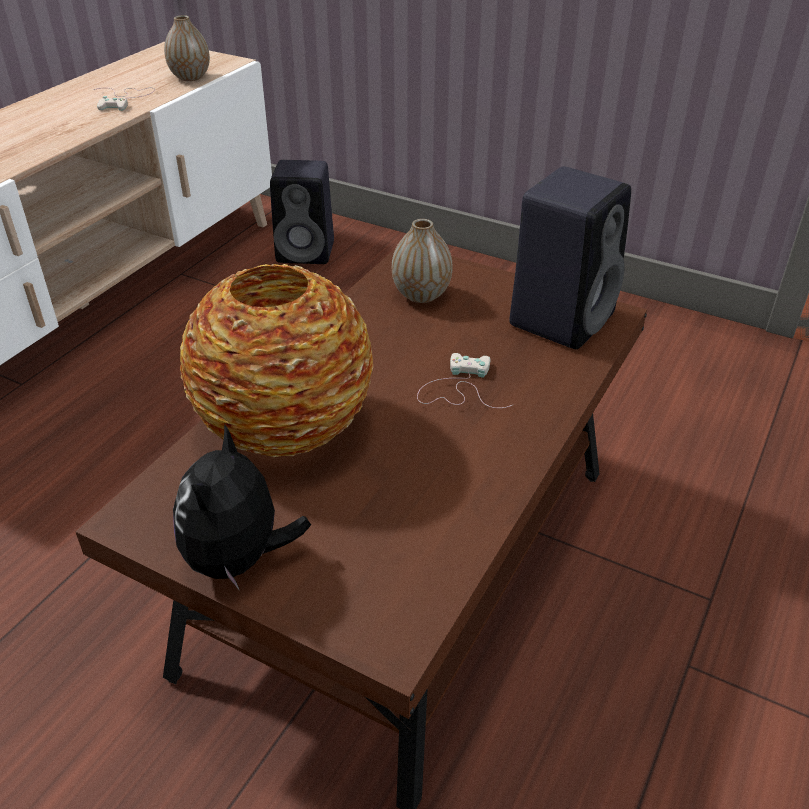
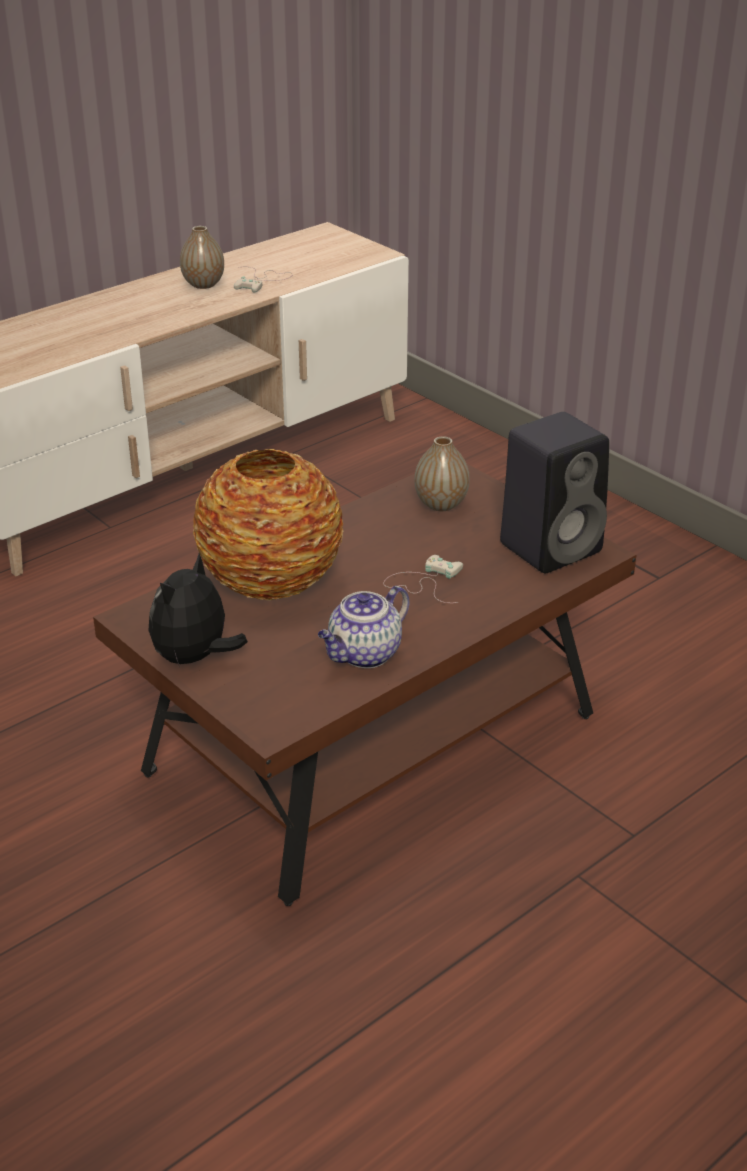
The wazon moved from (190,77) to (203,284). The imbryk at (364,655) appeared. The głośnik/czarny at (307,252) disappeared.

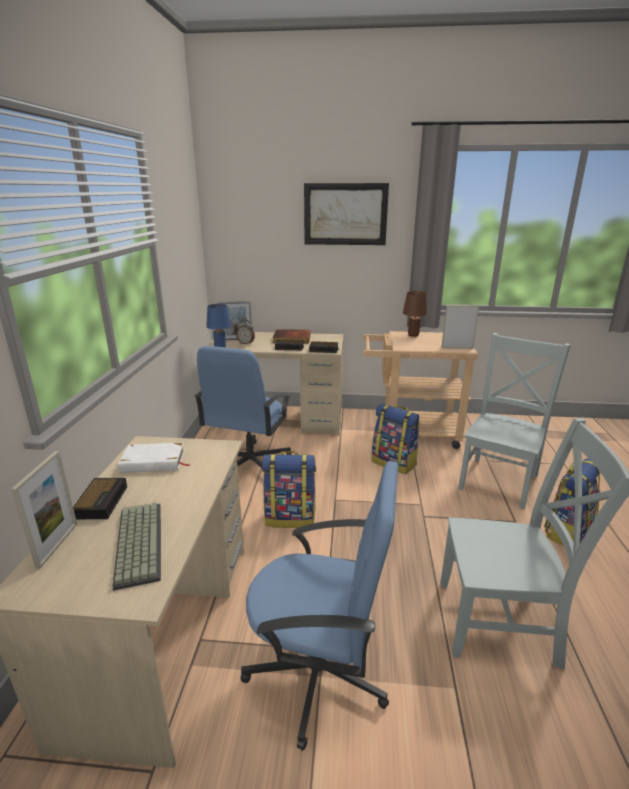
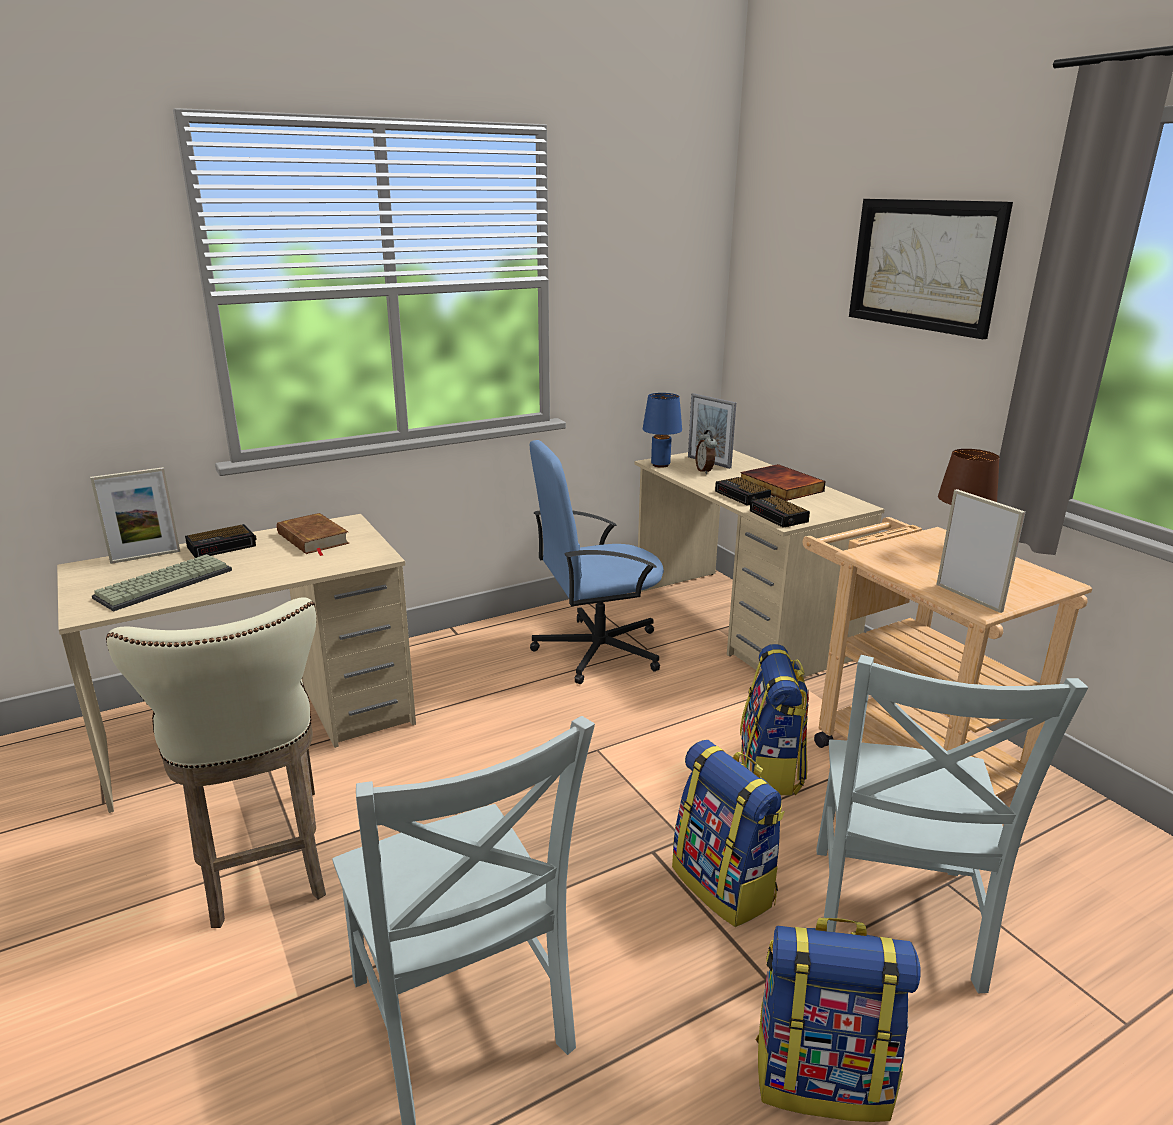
The krzesło biurowe/niebieski at (319,673) was replaced by the stołek/beżowy at (261,861). The książka/biały at (153,462) became the książka/brązowy at (312,539). The plecak moved from (290,517) to (725,885). The krzesło/szary at (499,480) turned 105 degrees clockwise.

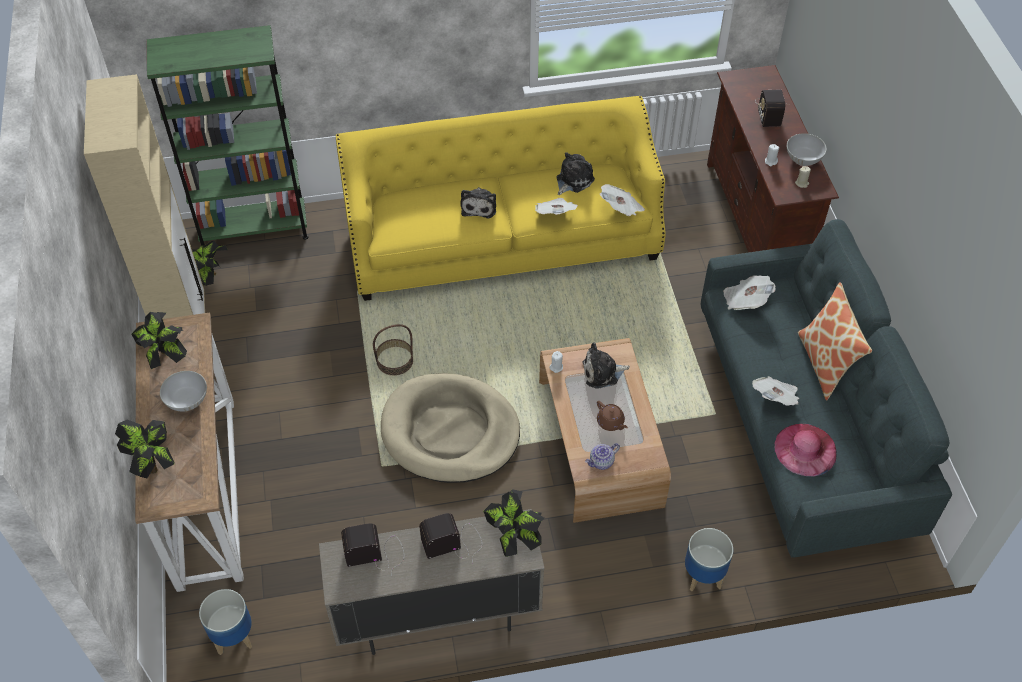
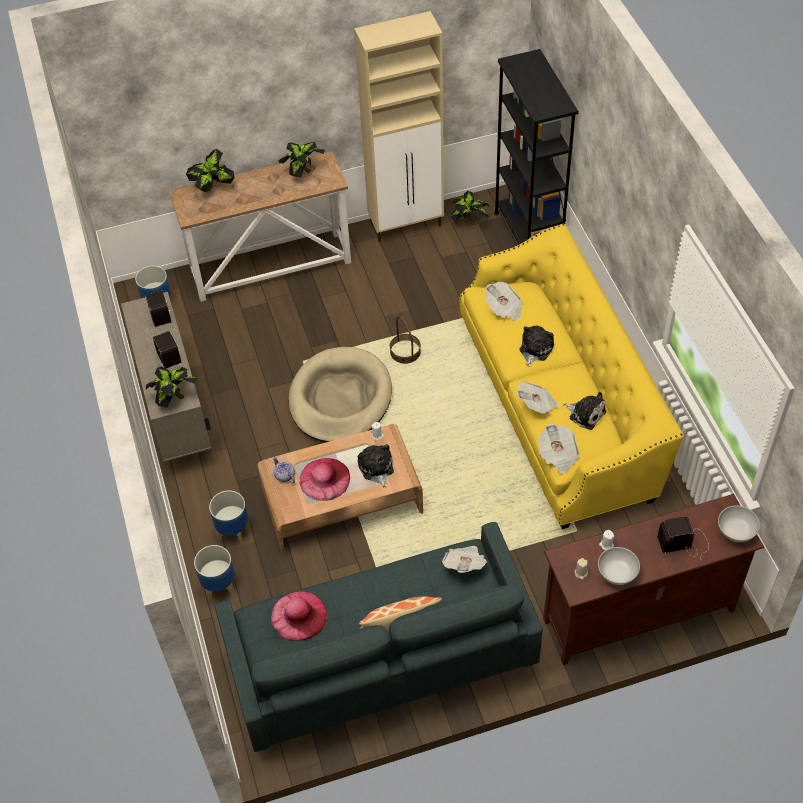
The donica at (234,531) appeared. The imbryk/brązowy at (610,422) was replaced by the kapelusz/różowy at (324,479). The gazeta moved from (775,398) to (504,309). The regał/zielony at (254,229) became the regał/czarny at (527,237). The pluszak at (479,206) turned 120 degrees clockwise. The miska/biały moved from (187,400) to (736,532).

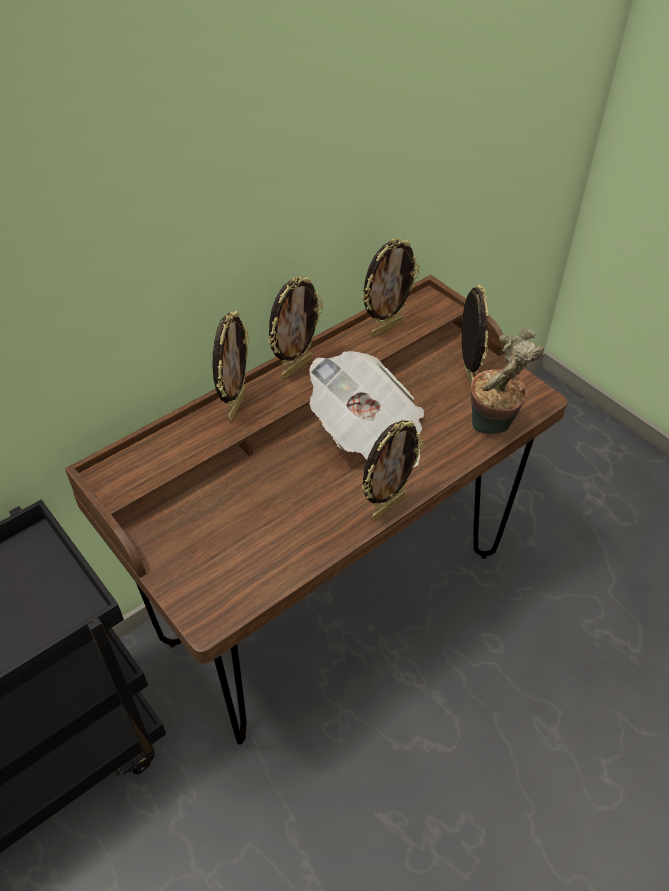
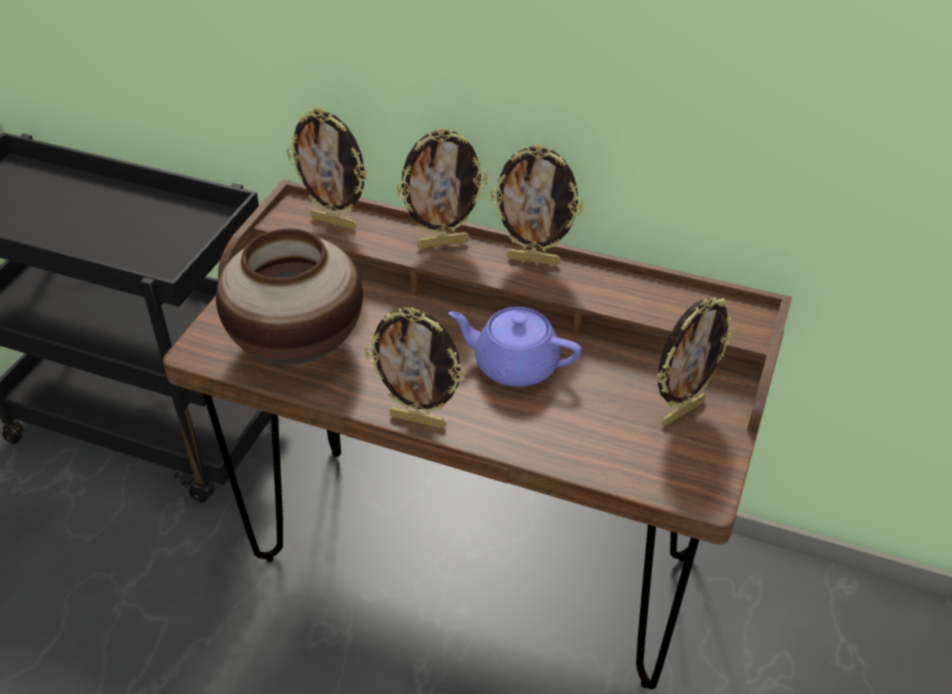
The wazon at (298,346) appeared. The ramka na zdjęcie moved from (386,328) to (335,222). The gazeta at (369,433) was replaced by the imbryk/fioletowy at (514,365). The roślina doniczkowa at (493,427) disappeared.

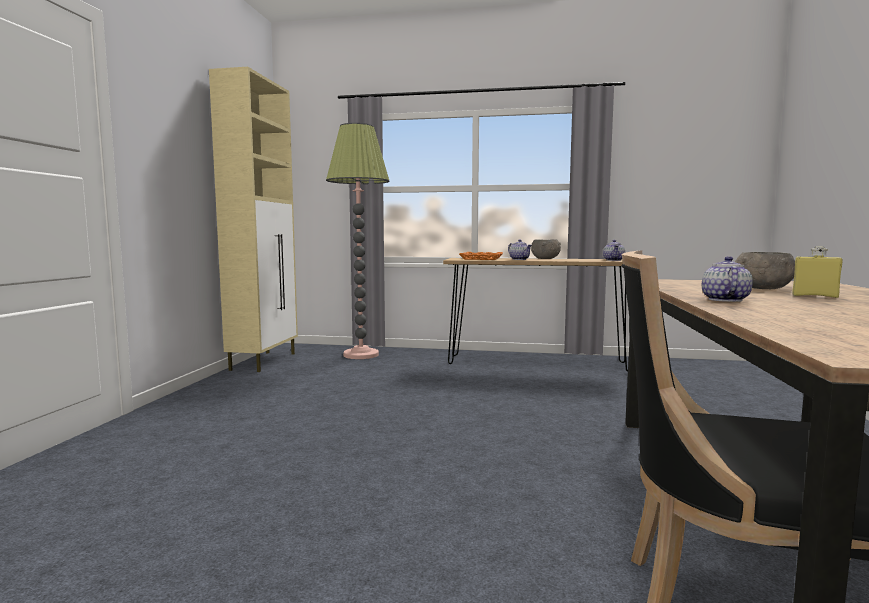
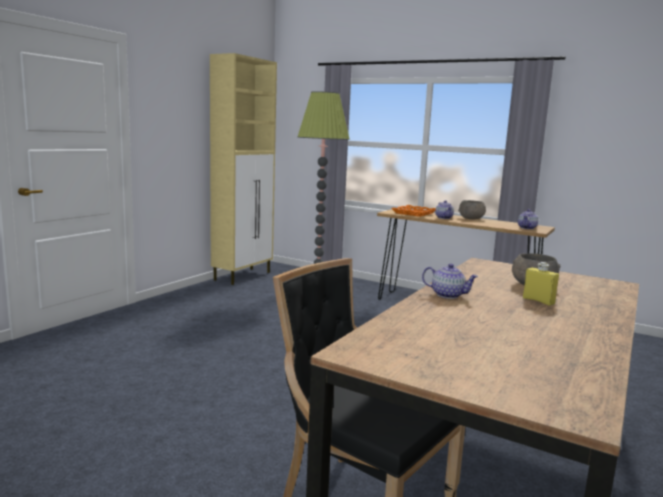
The imbryk at (724,300) turned 75 degrees clockwise.

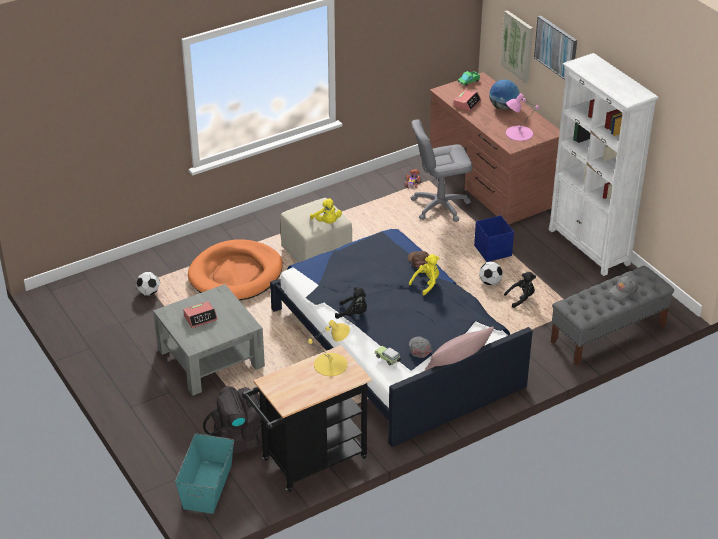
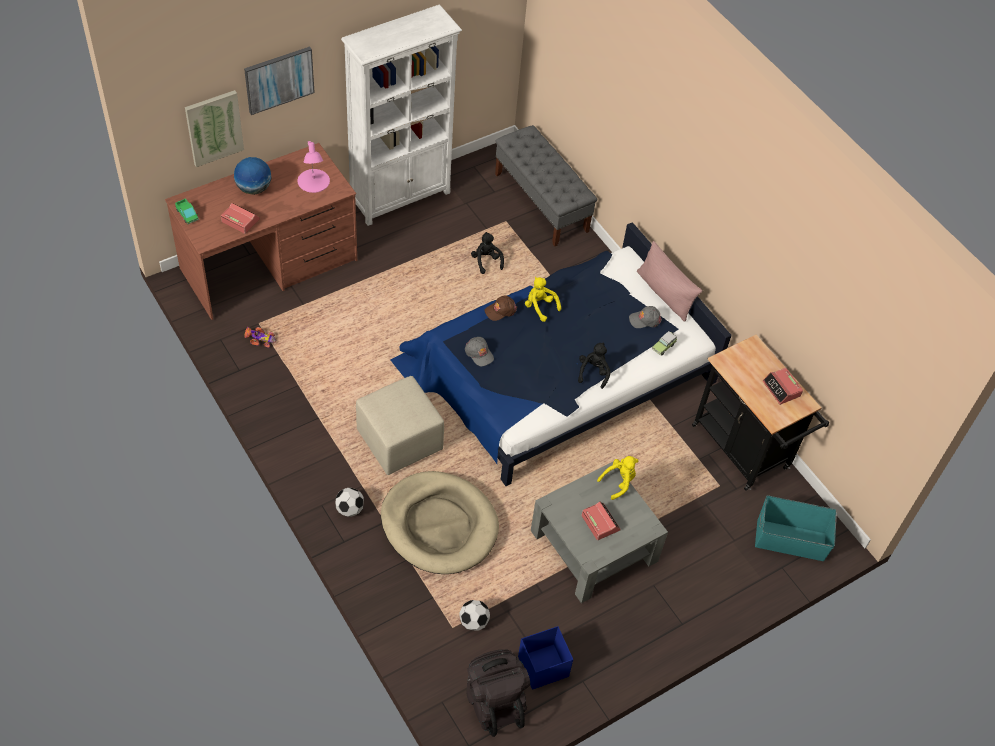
The piłka futbolowa moved from (490,282) to (350,509). The legowisko/pomarańczowy at (236,274) became the legowisko/beżowy at (439,525). The czapka z daszkiem/szary moved from (623,290) to (479,353). The plecak/czarny moved from (241,440) to (494,701). The pojemnik do przechowywania/niebieski moved from (493,250) to (542,666). The pluszak/żółty moved from (327,222) to (619,482). The budzik at (781,389) appeared. The lampa stołowa/żółty at (331,364) disappeared. The krzesło biurowe/szary at (440,206) disappeared.

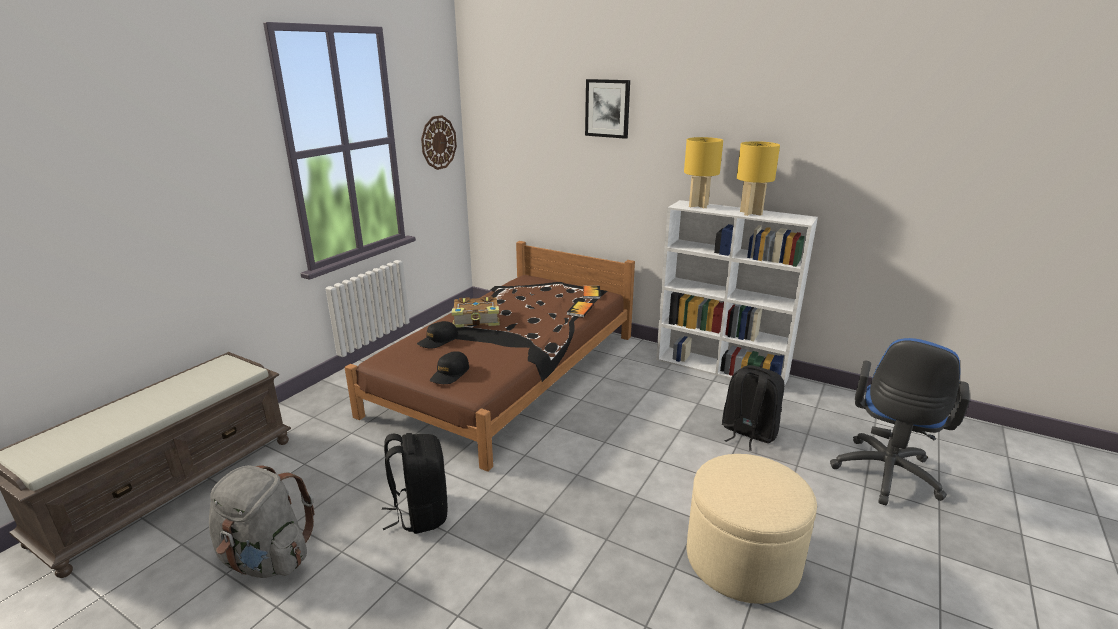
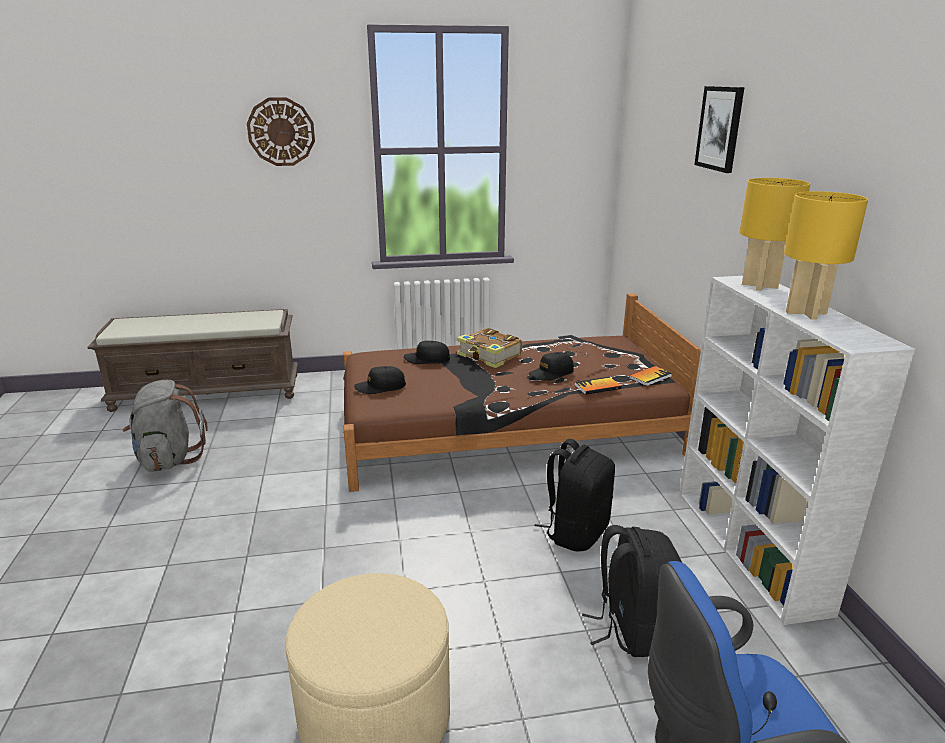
The zegar ścienny moved from (438,142) to (281,132). The czapka z daszkiem/czarny at (551,373) appeared. The plecak/czarny moved from (420,513) to (576,532).

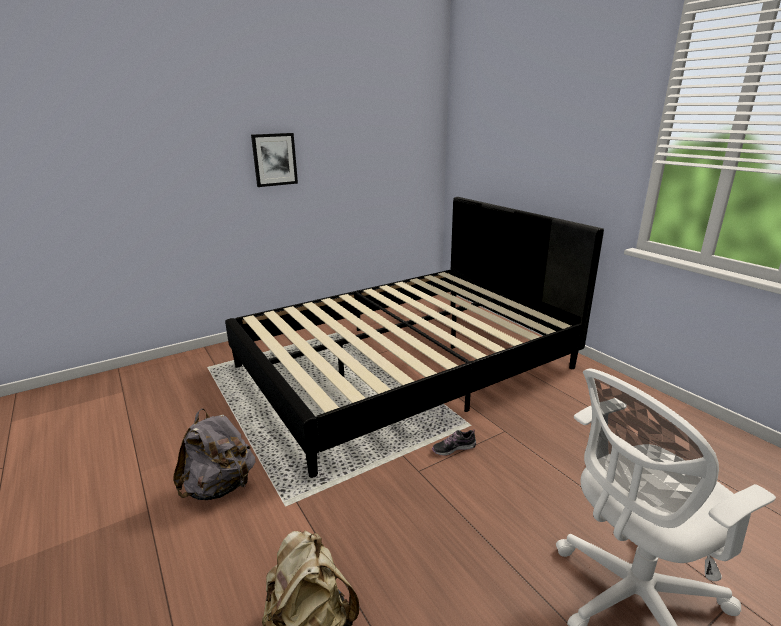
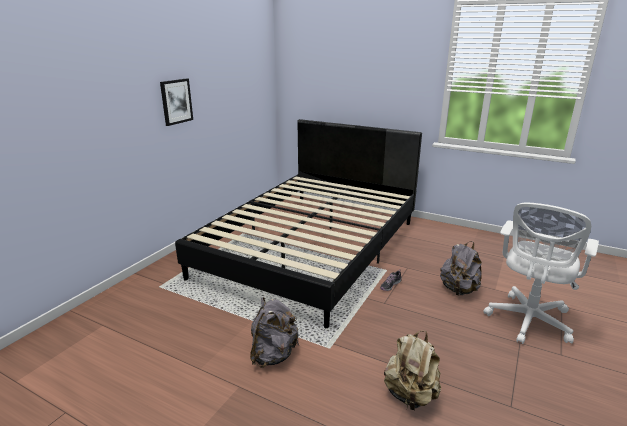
The plecak/szary at (459,290) appeared.

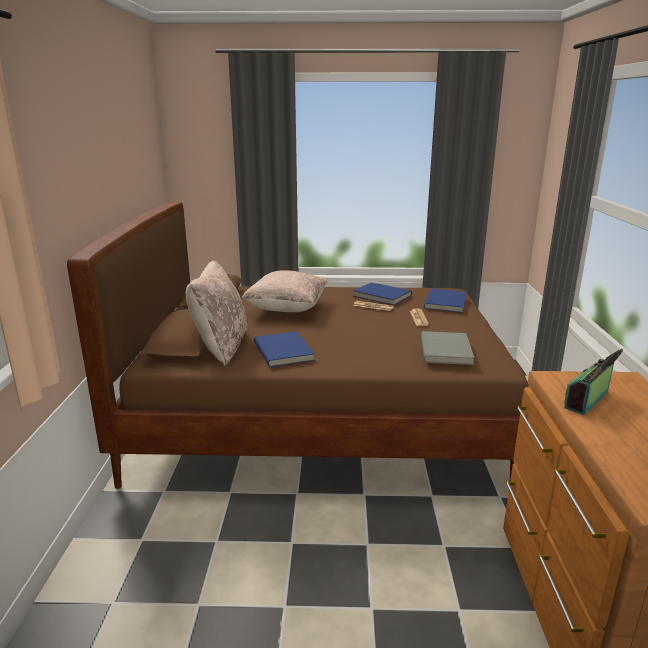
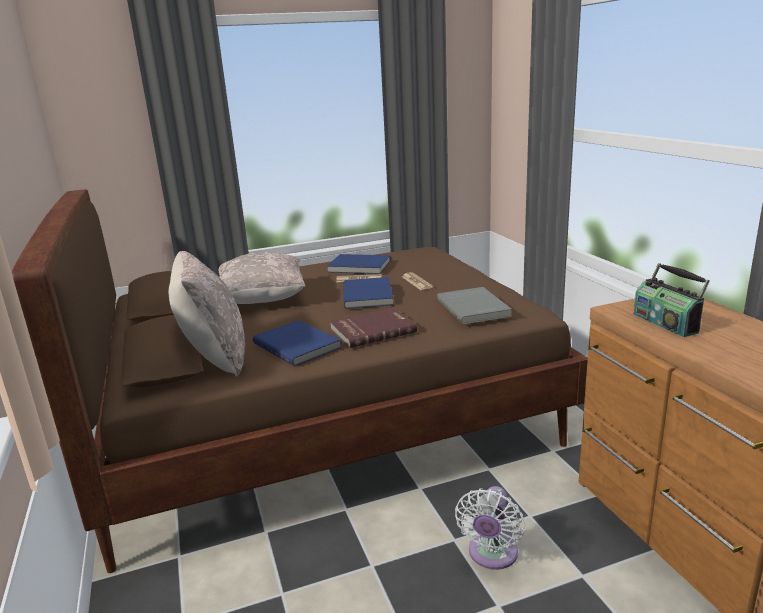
The książka/czerwony at (372,330) appeared. The książka/niebieski moved from (446,302) to (369,295). The wentylator/biały at (491,555) appeared. The radio at (588,400) turned 45 degrees counterclockwise.

